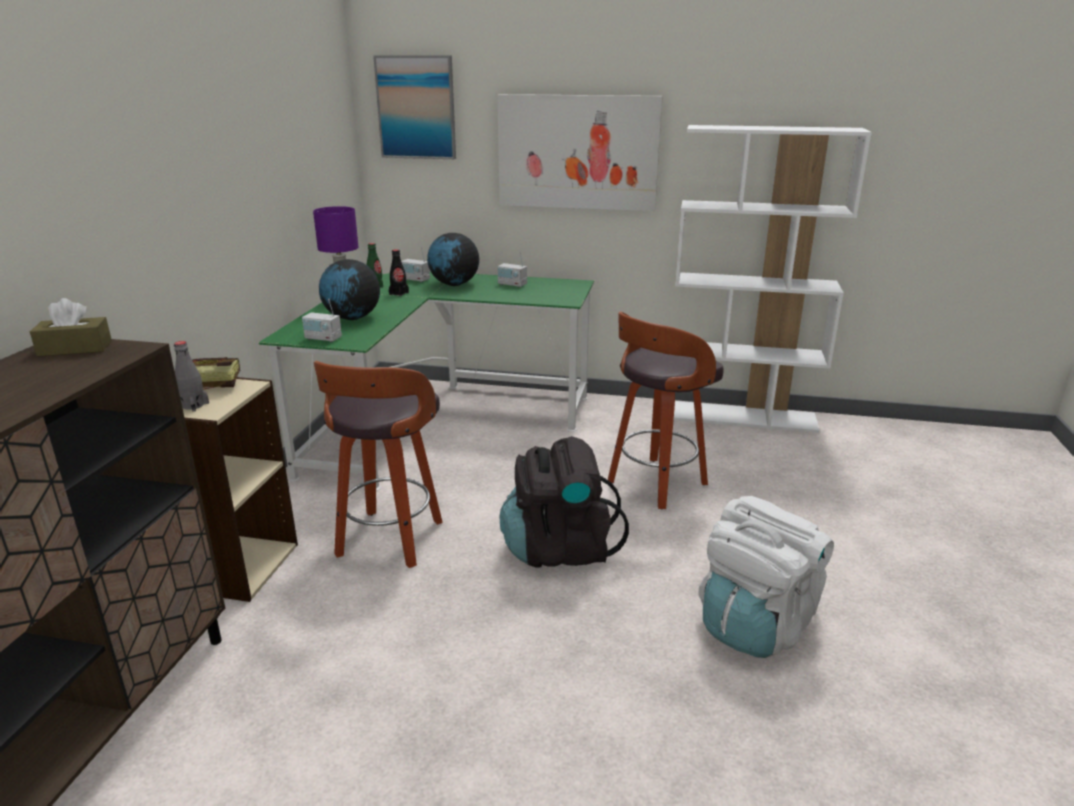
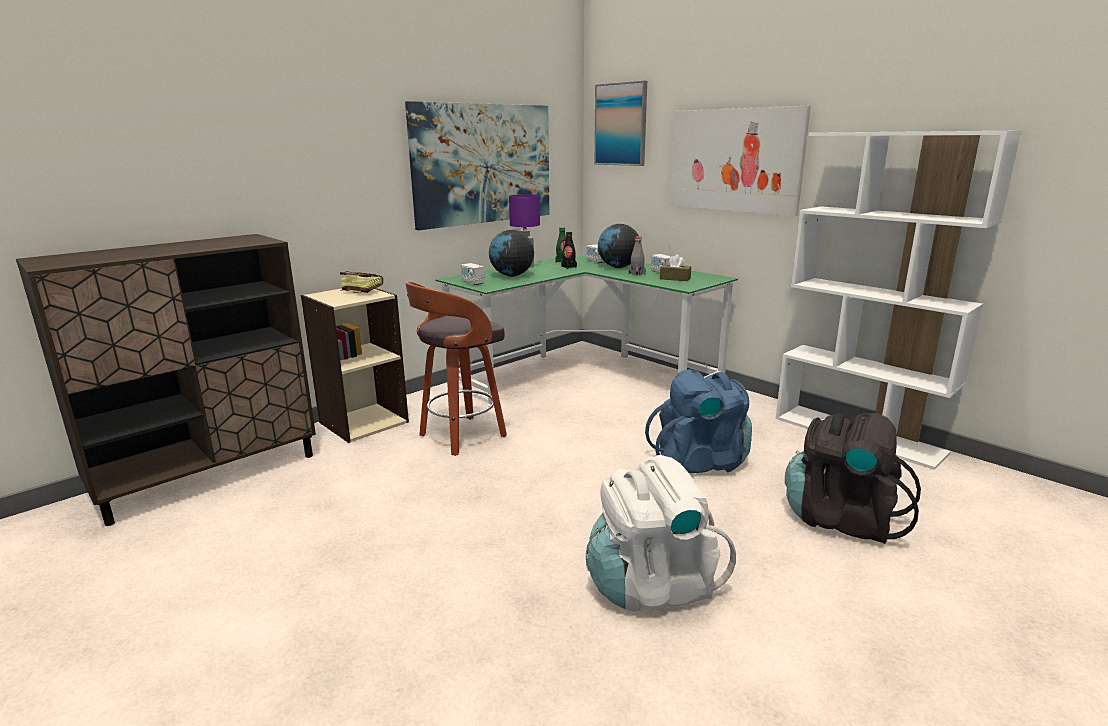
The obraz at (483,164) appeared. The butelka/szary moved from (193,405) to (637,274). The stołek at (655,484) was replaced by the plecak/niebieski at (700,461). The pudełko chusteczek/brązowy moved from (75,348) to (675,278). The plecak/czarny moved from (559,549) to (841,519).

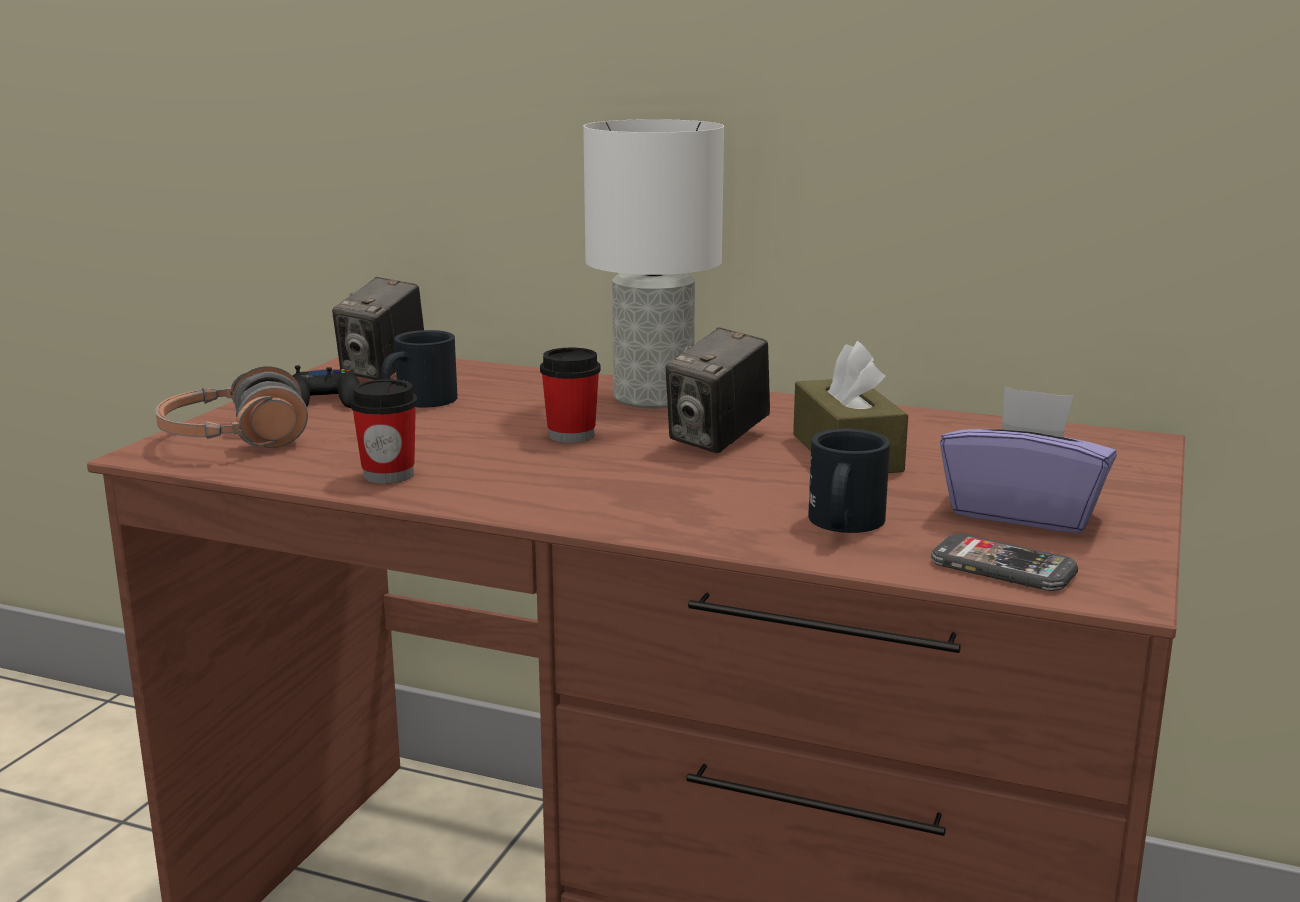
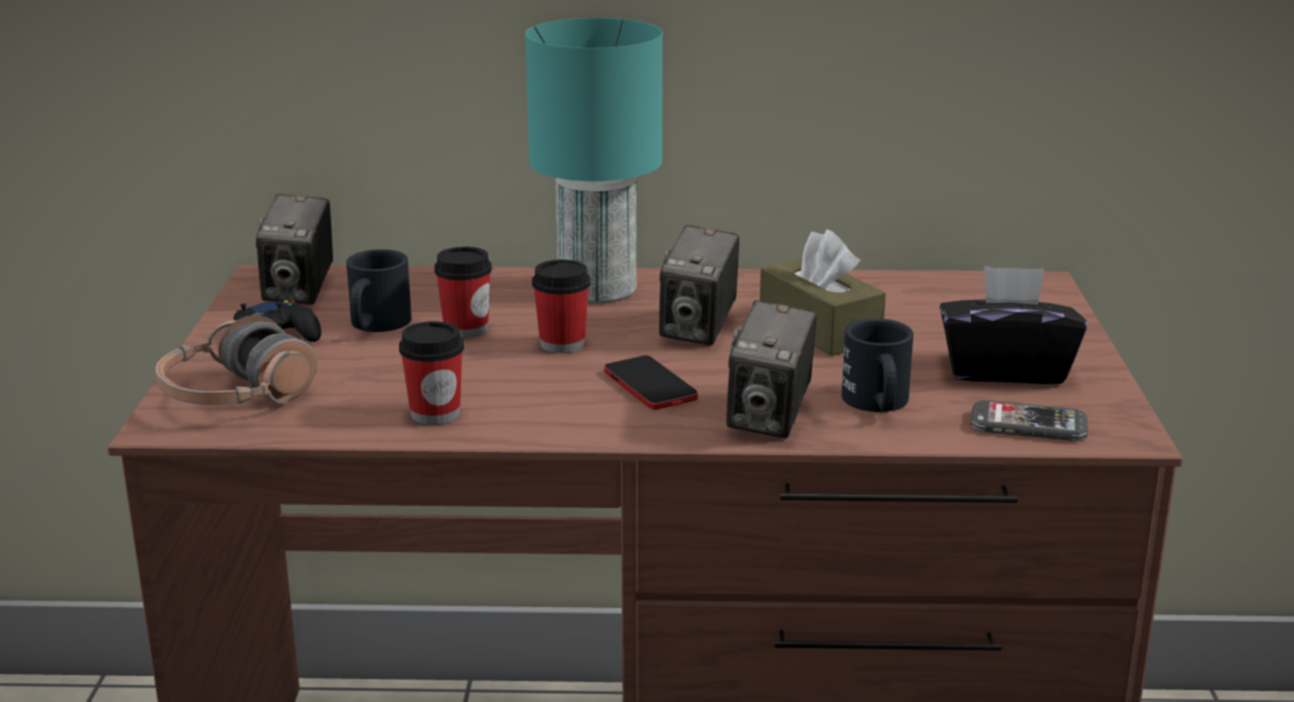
The filiżanka at (466,329) appeared. The lampa stołowa/biały at (653,397) became the lampa stołowa/turkusowy at (596,289). The telefon at (650,385) appeared. The aparat fotograficzny at (769,418) appeared. The pudełko chusteczek/fioletowy at (1023,513) became the pudełko chusteczek/czarny at (1005,370).

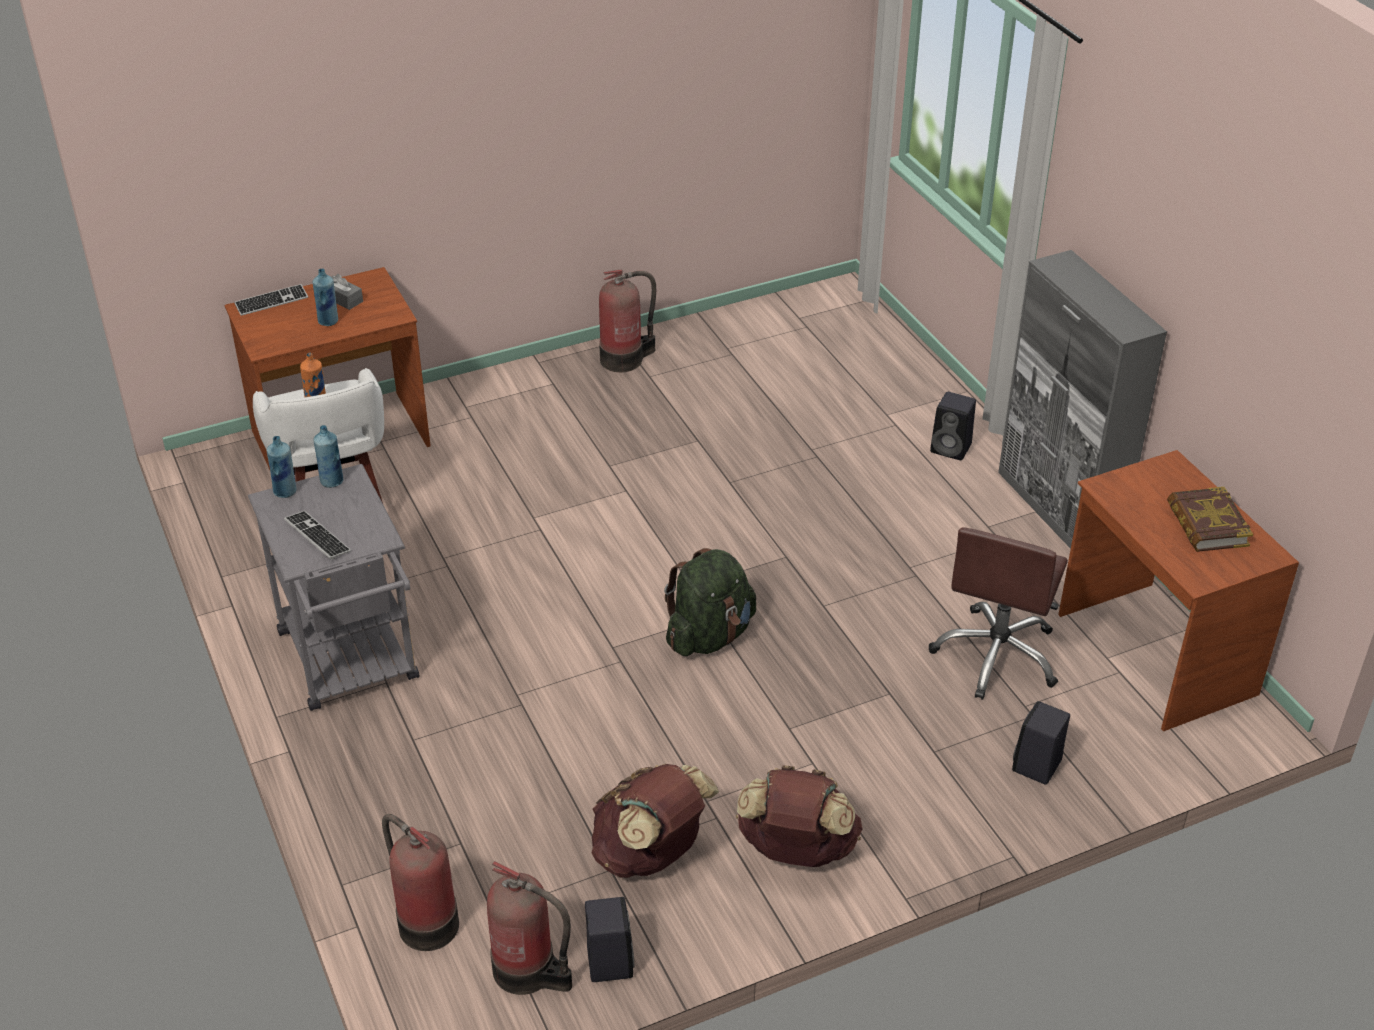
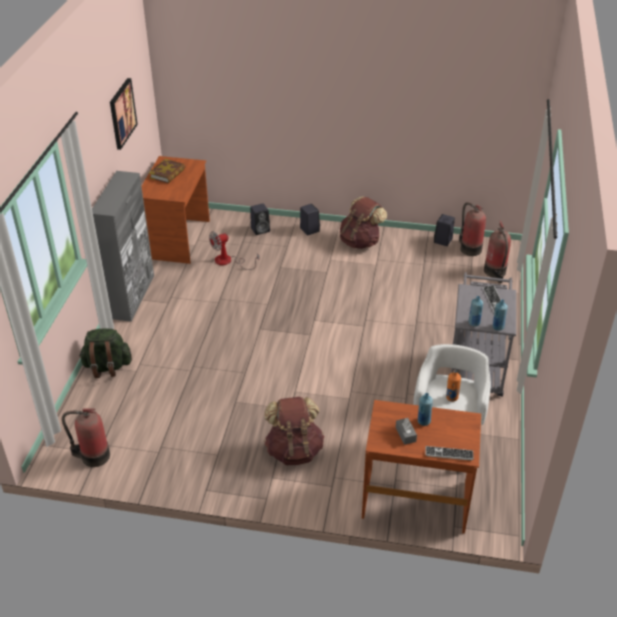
The gaśnica moved from (624,359) to (93,456). The plecak/zielony moved from (709,636) to (107,367). The obraz at (122,113) appeared. The krzesło biurowe/brązowy at (997,655) was replaced by the wentylator at (228,261). The plecak/brązowy moved from (650,854) to (294,450). The głośnik/czarny moved from (952,448) to (309,229).

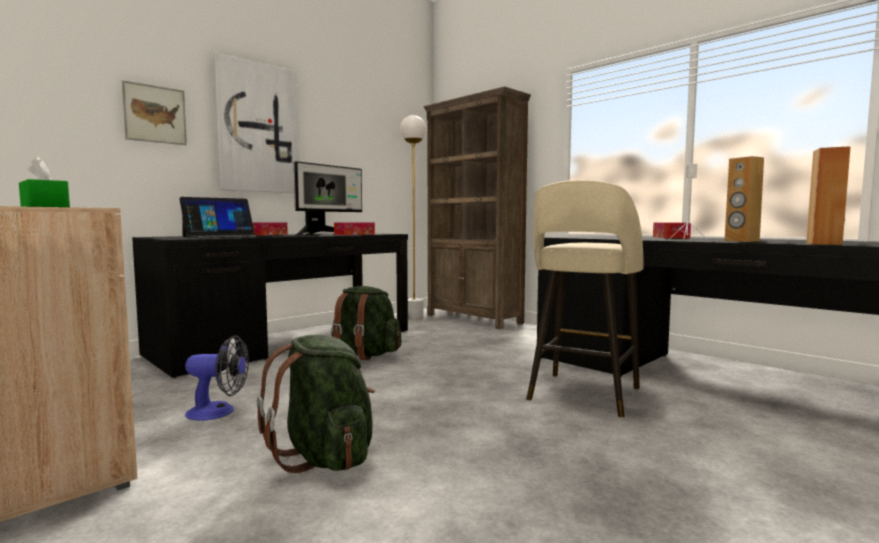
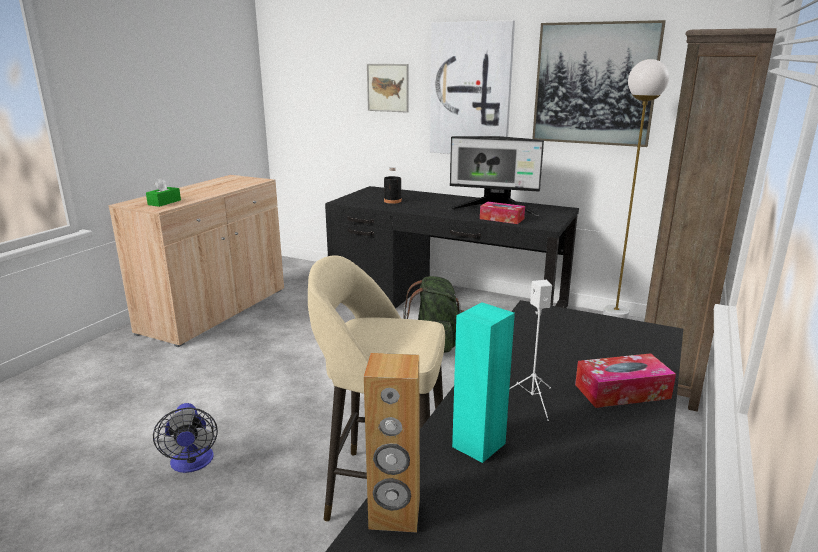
The wentylator moved from (218,412) to (192,463). The laptop at (226,236) was replaced by the butelka/czarny at (392,201). The głośnik/brązowy at (741,241) became the głośnik/turkusowy at (478,445). The obraz at (594,84) appeared. The pudełko chusteczek at (267,234) disappeared. The plecak/zielony at (325,457) disappeared.

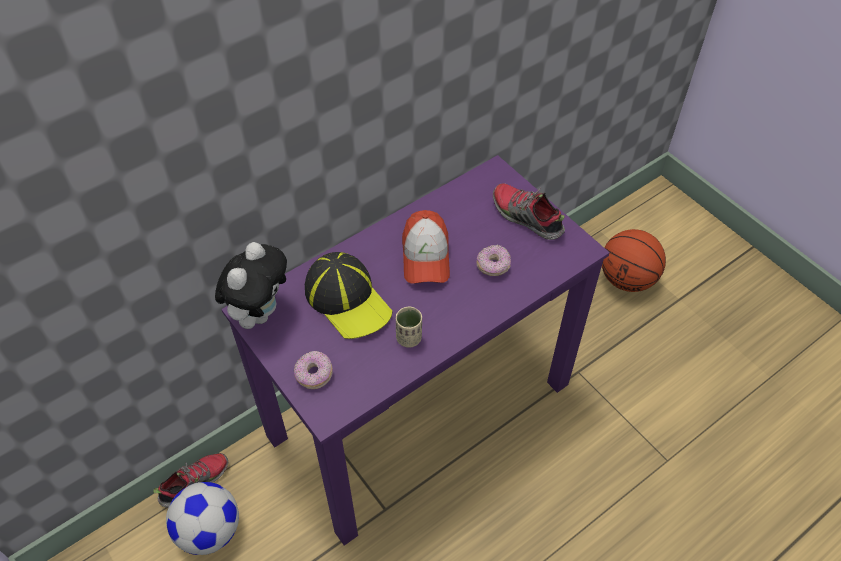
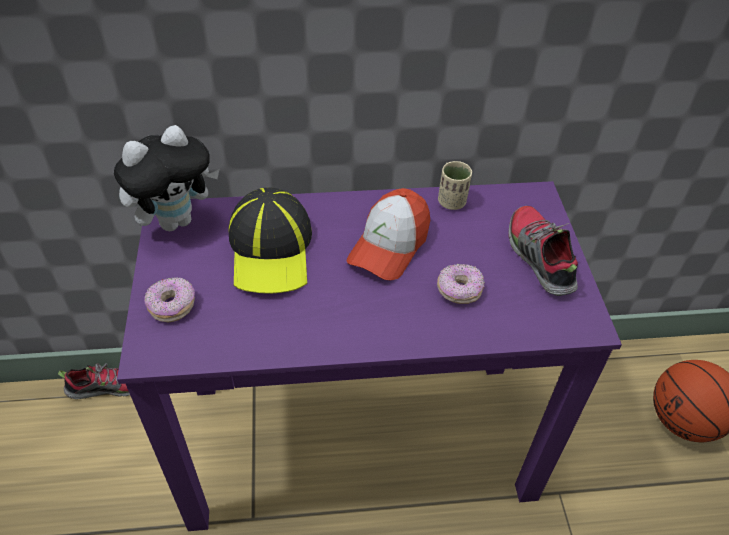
The filiżanka/beżowy moved from (409,338) to (452,202). The piłka futbolowa at (209,531) disappeared.

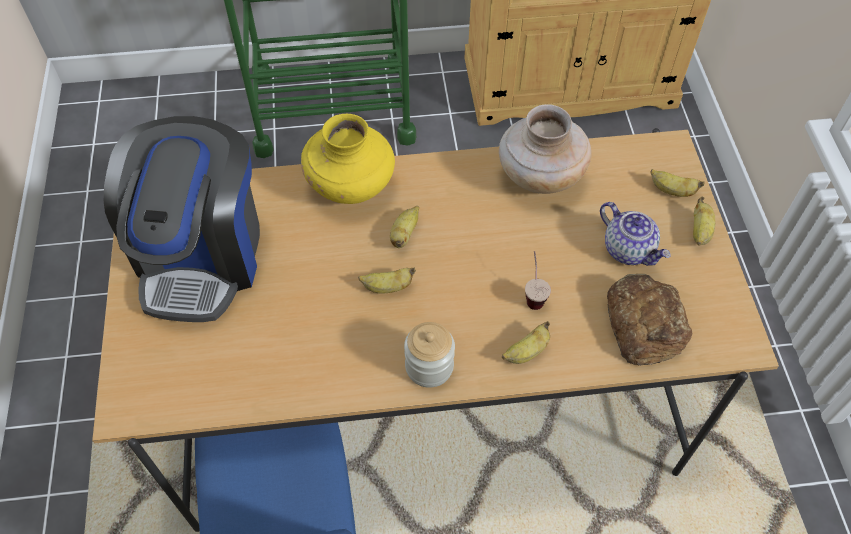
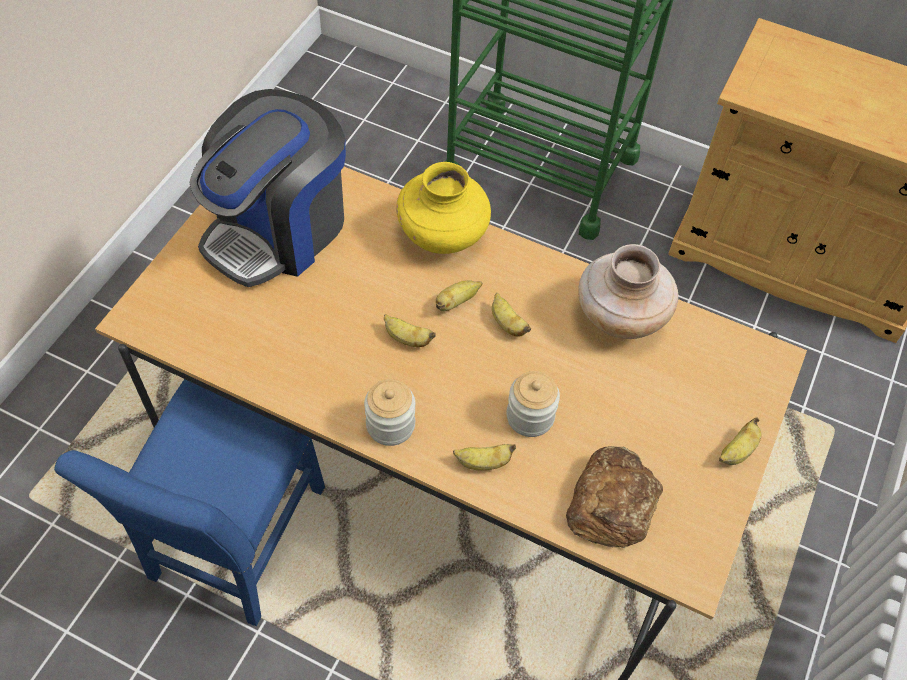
The banan moved from (671,191) to (507,324). The filiżanka at (533,293) was replaced by the słoik at (530,416). The imbryk at (629,249) disappeared.

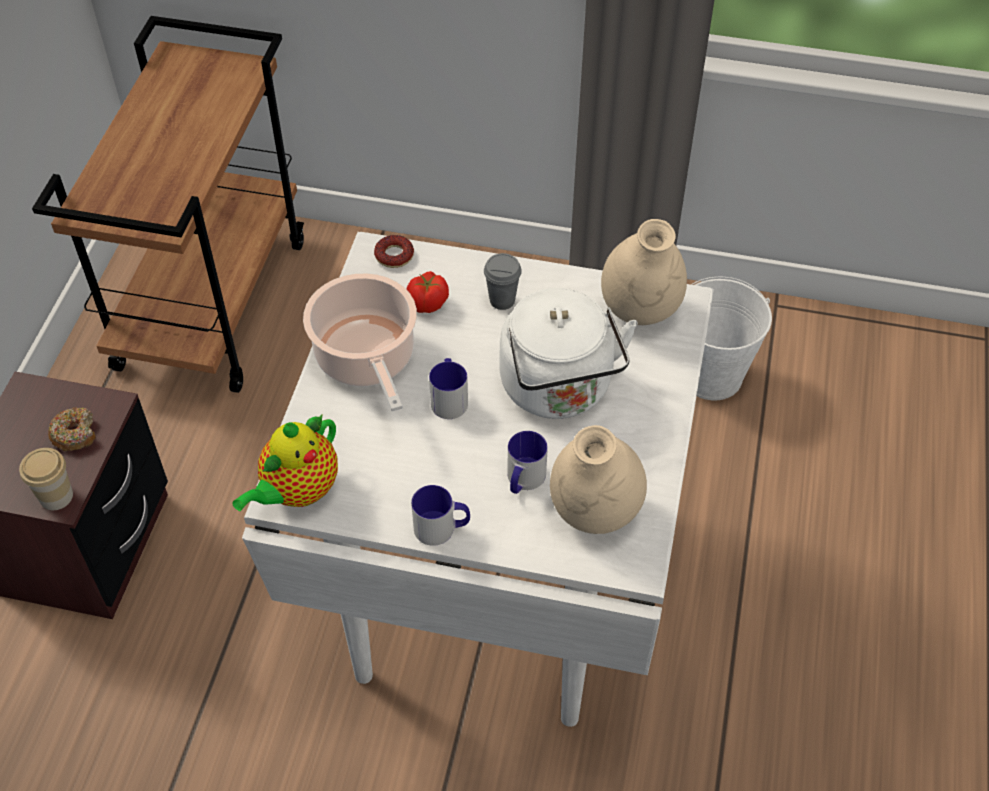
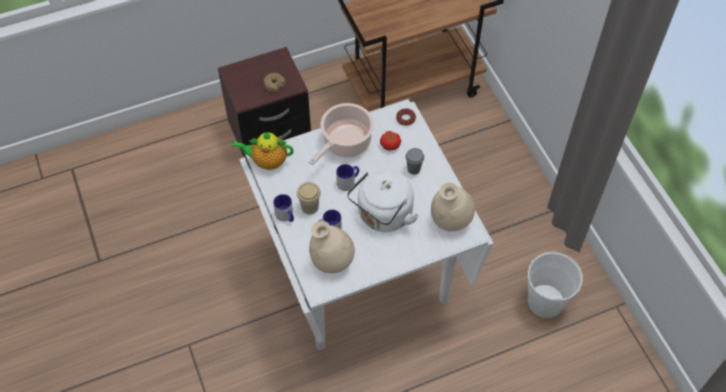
The filiżanka moved from (56,496) to (309,207).

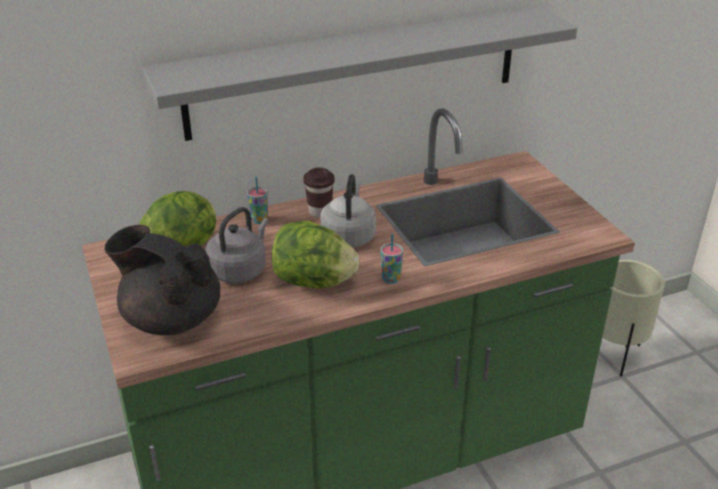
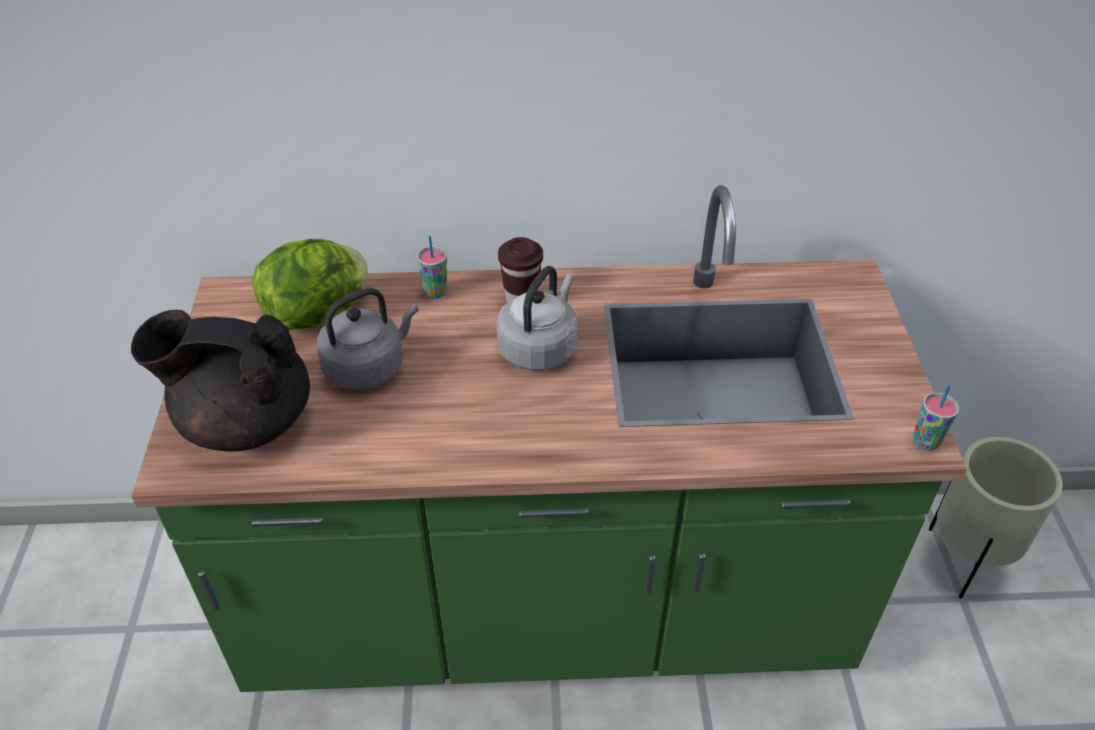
The imbryk/czarny at (171,318) turned 45 degrees counterclockwise. The filiżanka moved from (391,279) to (925,442). The półka/szary at (356,72) disappeared. The sałata at (313,282) disappeared.

